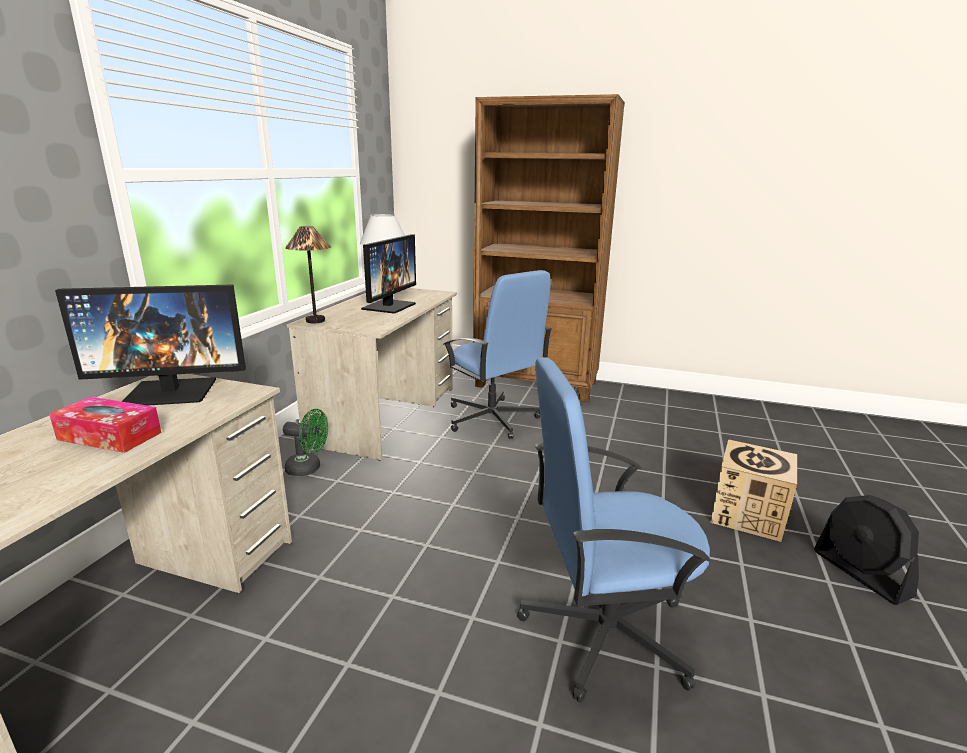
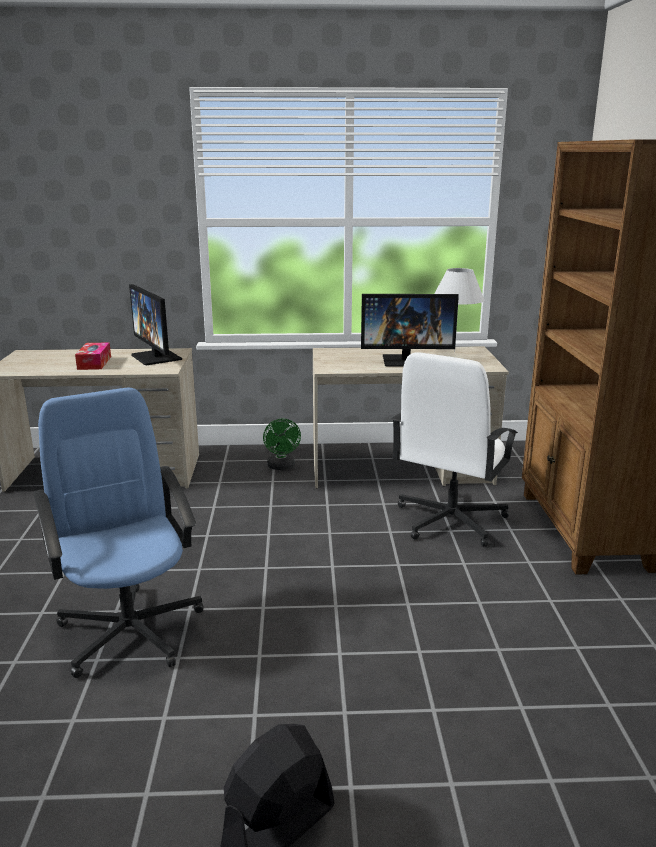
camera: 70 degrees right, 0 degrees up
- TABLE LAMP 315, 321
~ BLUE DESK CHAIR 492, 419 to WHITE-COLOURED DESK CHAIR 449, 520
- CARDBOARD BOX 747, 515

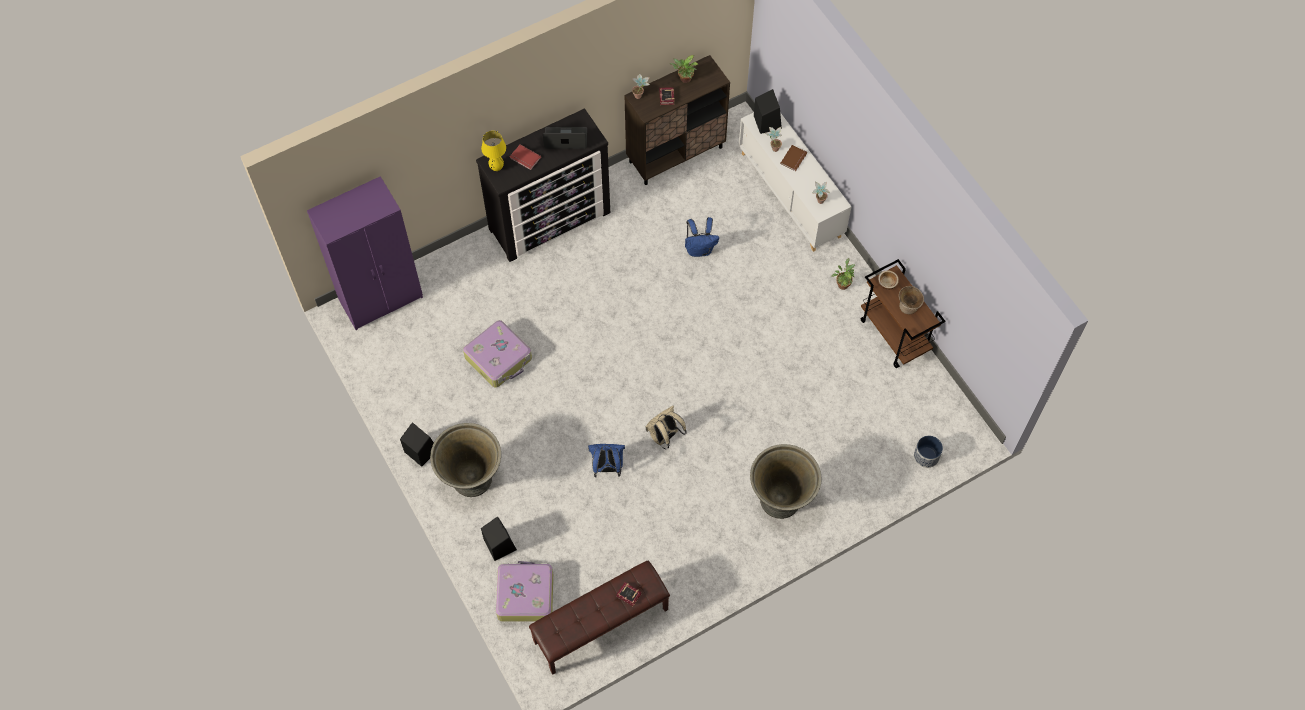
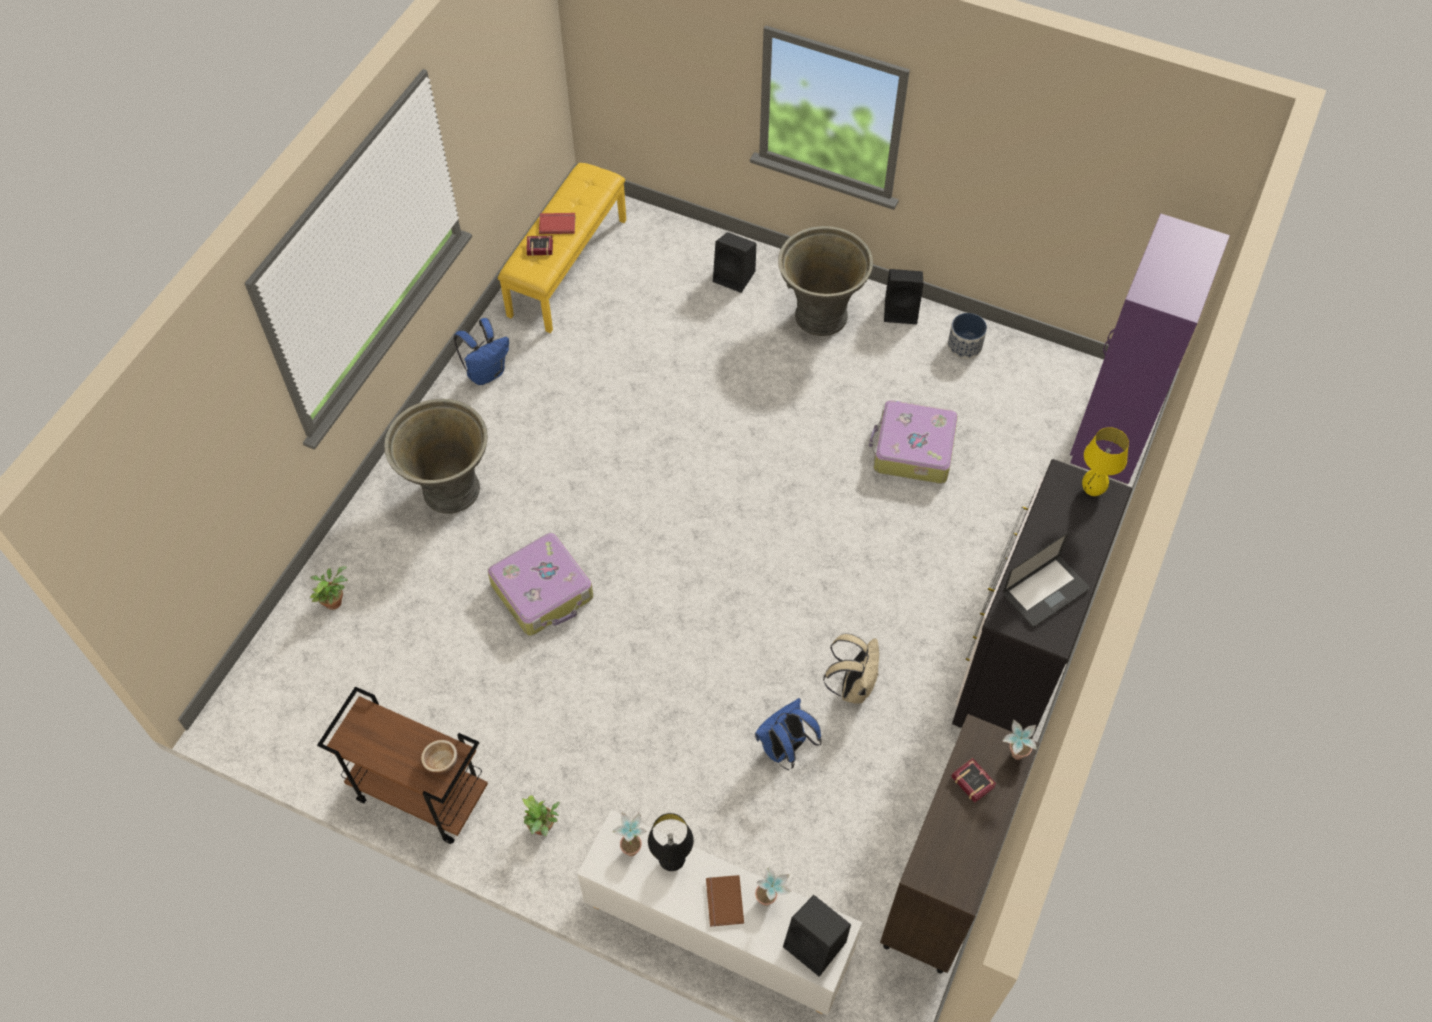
camera: 145 degrees right, 5 degrees down
~ HOUSEPLANT 684, 79 to 334, 600
~ RED-COLOURED VOLUME 525, 158 to 557, 224
- BEIGE-COLOURED SERVING BOWL 908, 306
~ BEIGE-COLOURED BACKPACK 664, 437 to 853, 686
~ PLANT POT 926, 456 to 965, 346
~ BLUE BACKPACK 607, 468 to 487, 373
~ SUITCASE 525, 595 to 543, 591
~ BROWNISH BENCH 601, 626 to YELLOW BENCH 567, 267
+ BLACK TABLE LAMP 672, 862

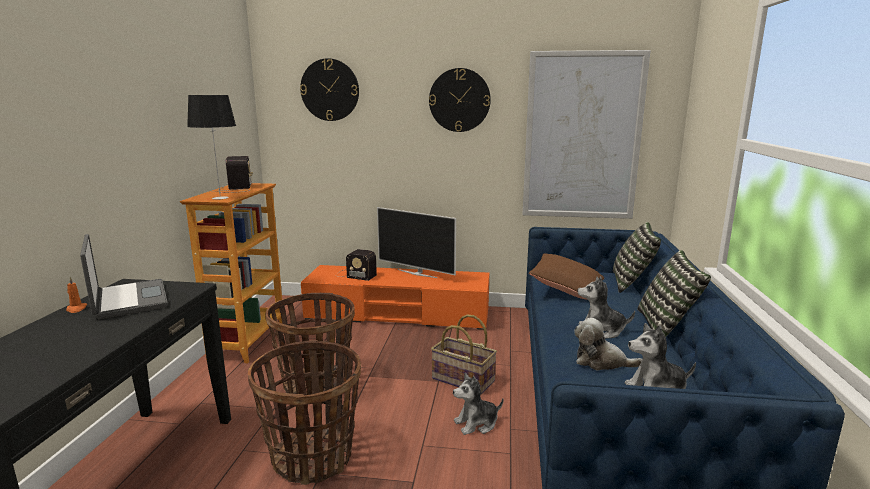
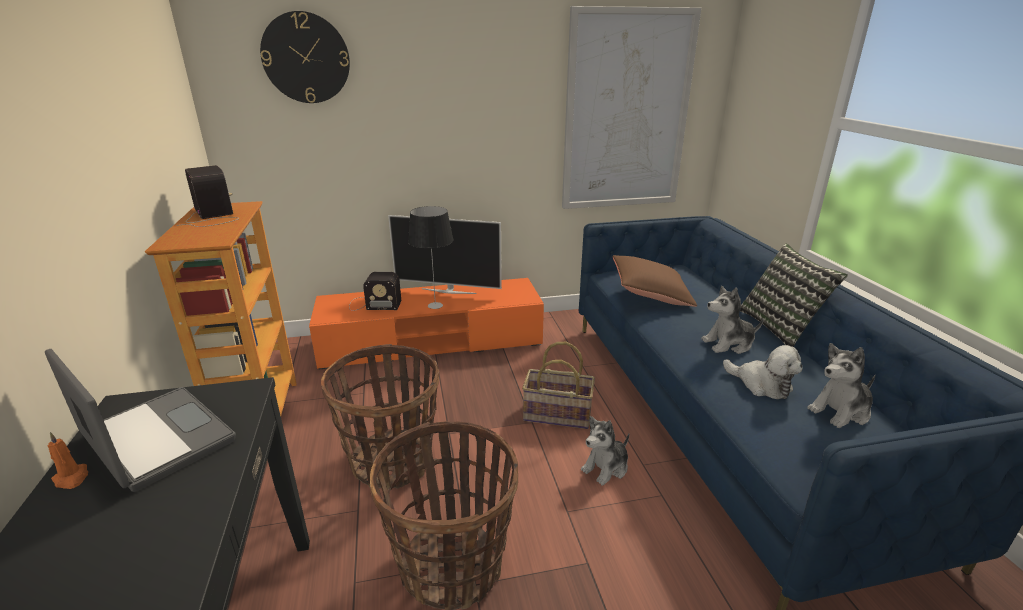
camera: 20 degrees left, 10 degrees up
- HANGING CLOCK 459, 100
~ TABLE LAMP 221, 198 to 436, 305
- PILLOW 632, 283
~ CUDDLY TOY 601, 362 = 761, 384 135 degrees counterclockwise

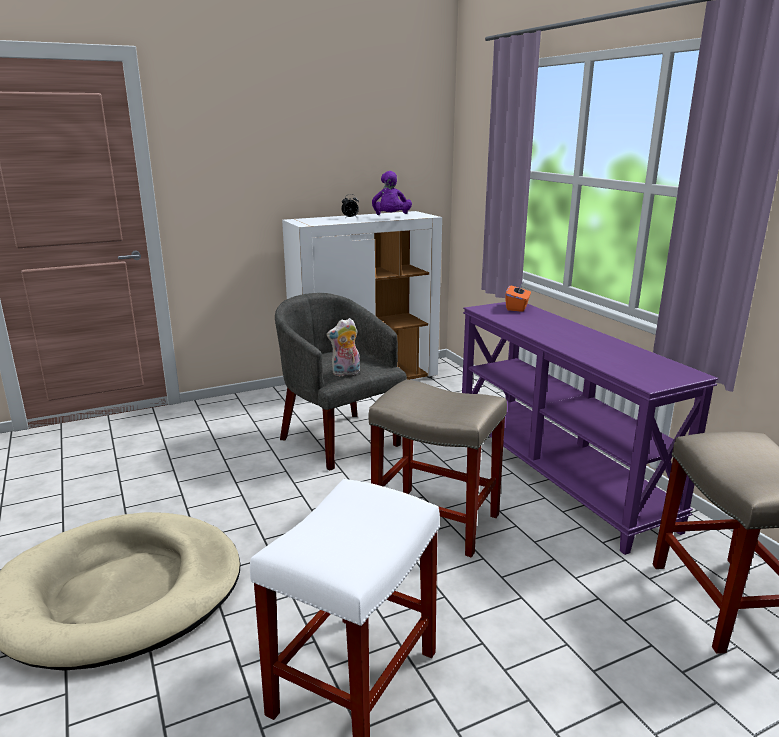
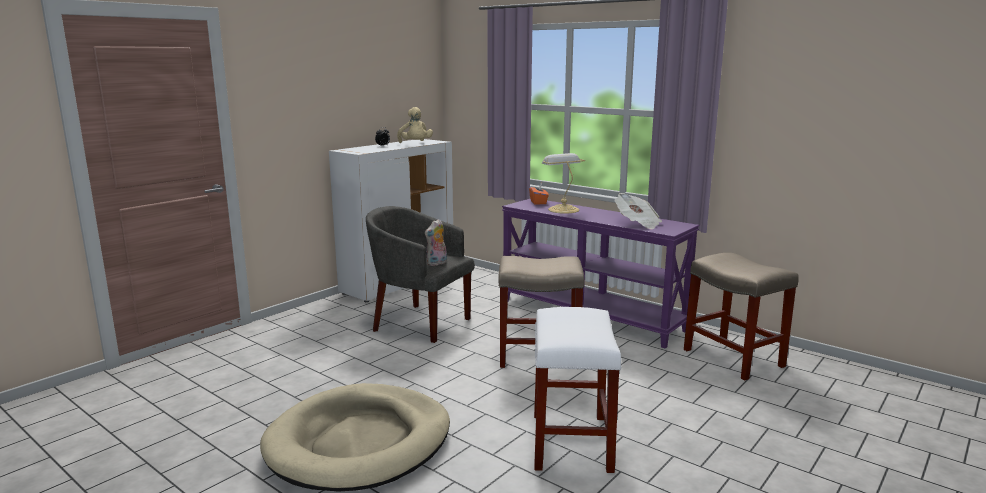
camera: 25 degrees left, 5 degrees down
~ PURPLISH CUDDLY TOY 391, 218 to BEIGE-COLOURED CUDDLY TOY 415, 144
+ TABLE LAMP 562, 209
+ DAILY PAPER 637, 223

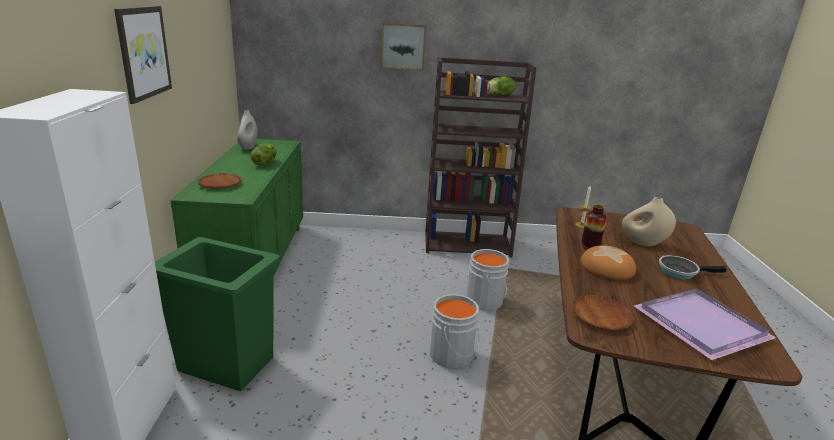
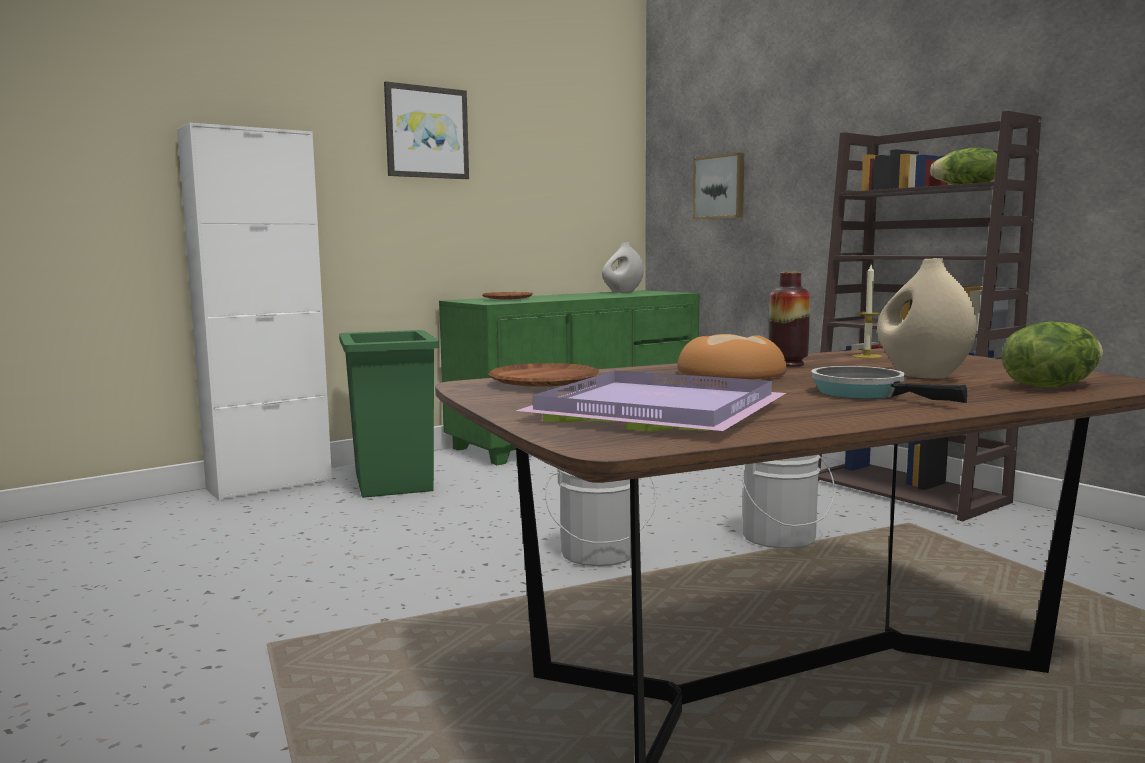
camera: 55 degrees right, 15 degrees down
~ PICTURE 403, 46 to 720, 187
~ LETTUCE HEAD 264, 163 to 1050, 386

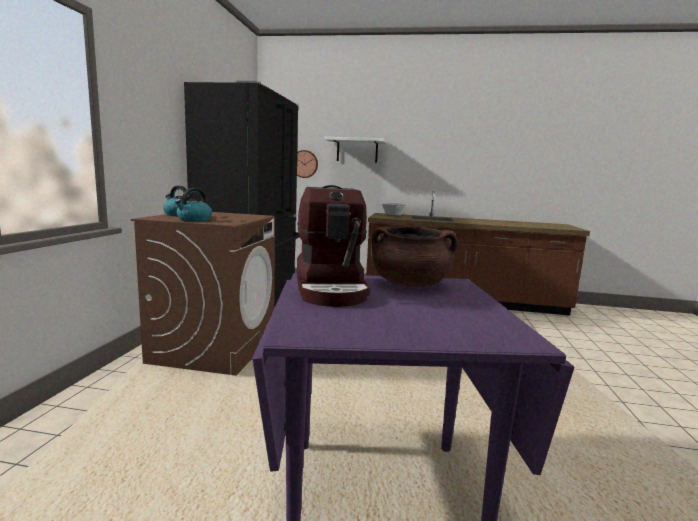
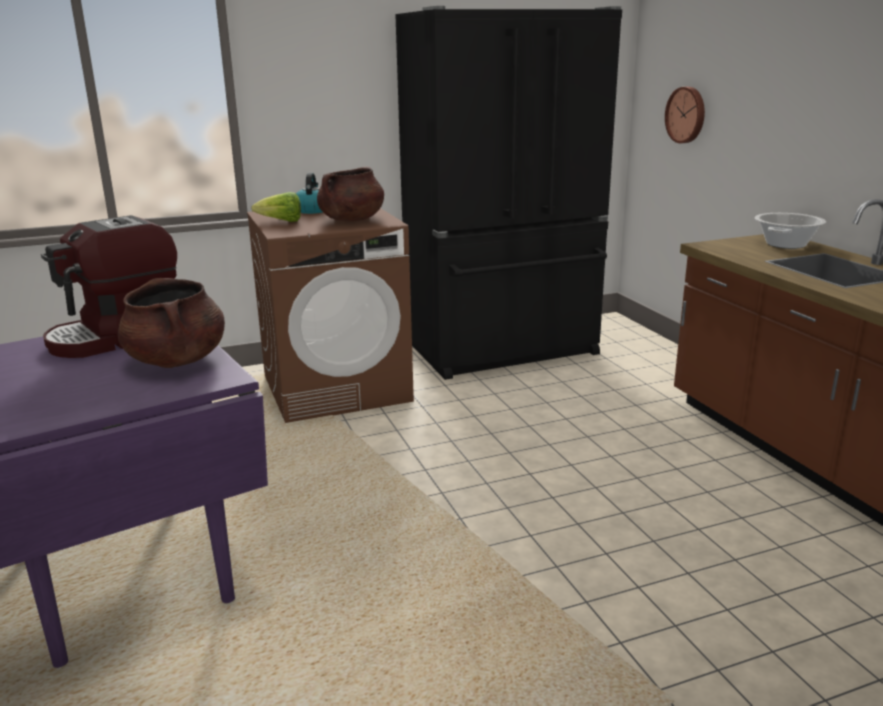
camera: 60 degrees right, 10 degrees up
- WHITE-COLOURED SHELF 357, 150
~ KETTLE 194, 220 to LETTUCE HEAD 281, 222
+ BROWNISH STOCKPOT 351, 220

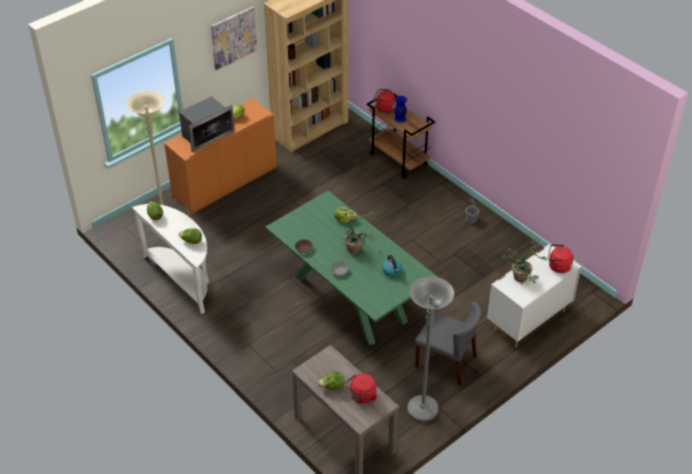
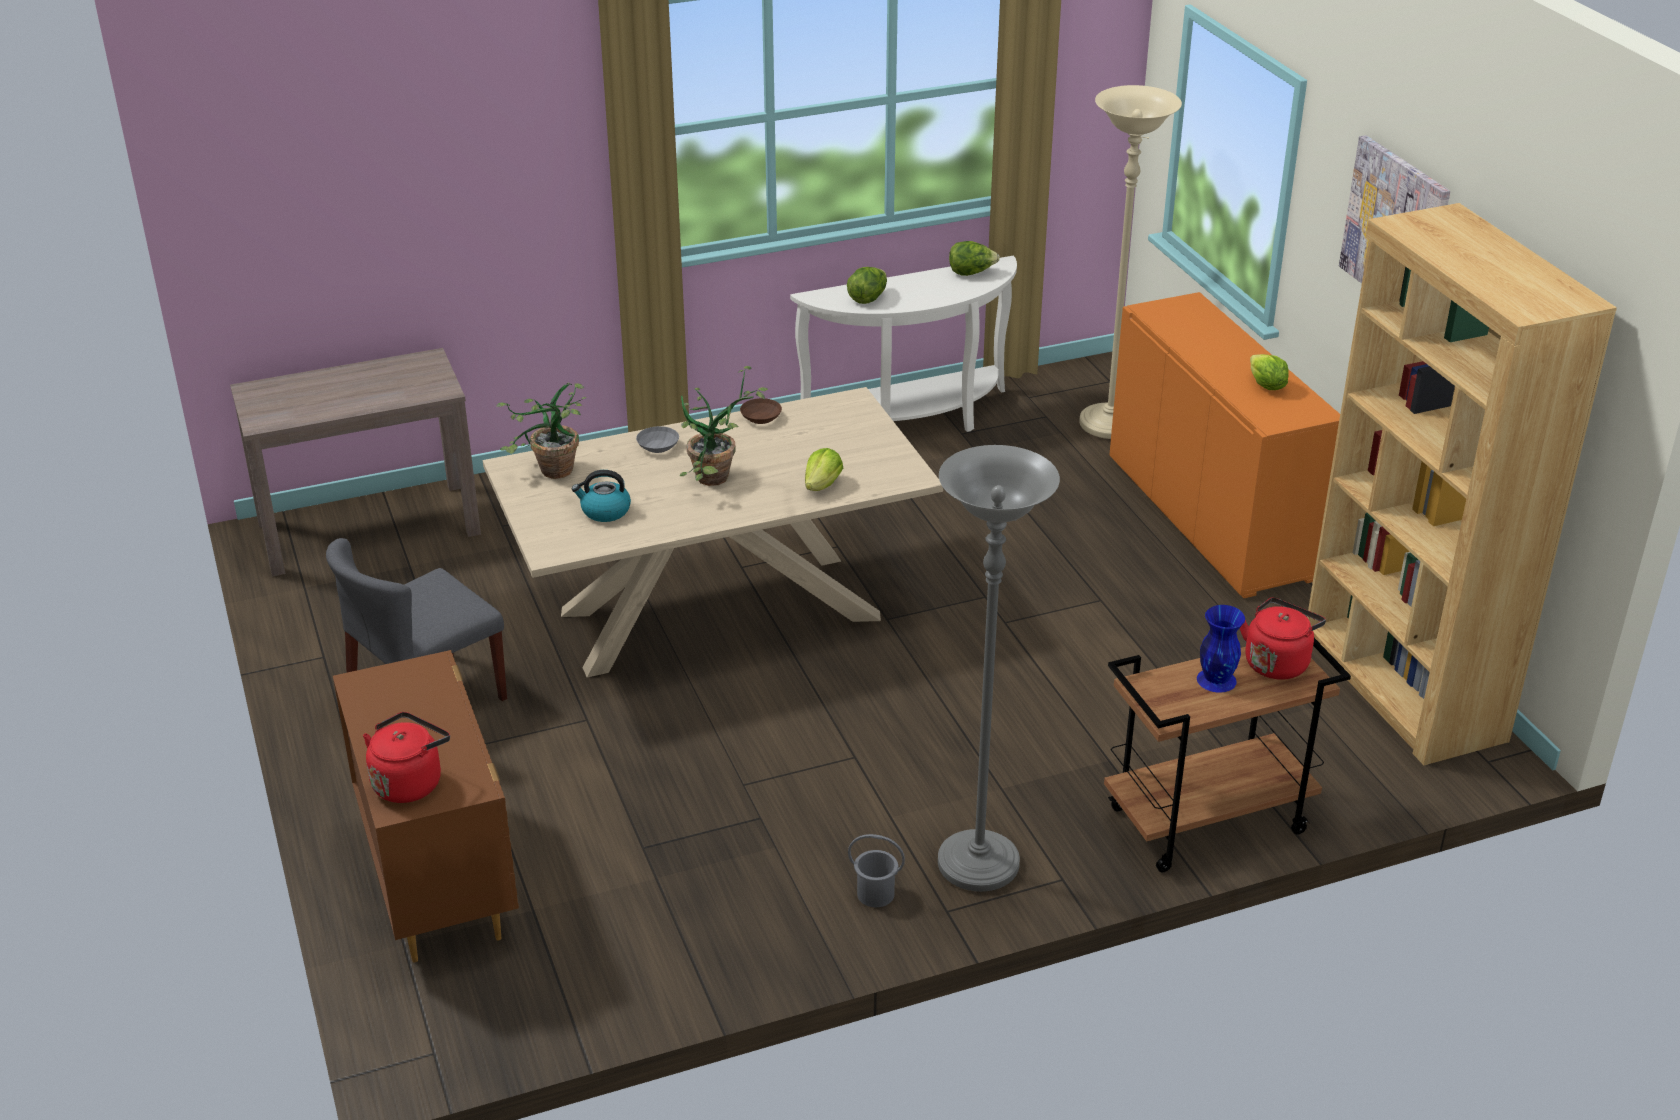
camera: 110 degrees right, 10 degrees down
- MICROWAVE OVEN 206, 134
~ GREENISH KITCHEN TABLE 350, 298 to BEIGE-COLOURED KITCHEN TABLE 717, 613
~ HOUSEPLANT 524, 278 to 551, 474
~ WHITE-COLOURED DRESSER 528, 320 to BROWNISH DRESSER 438, 878
~ GRAY STANDARD LAMP 422, 409 to 978, 865
- LETTUCE HEAD 332, 387
- RED-COLOURED KETTLE 362, 396

